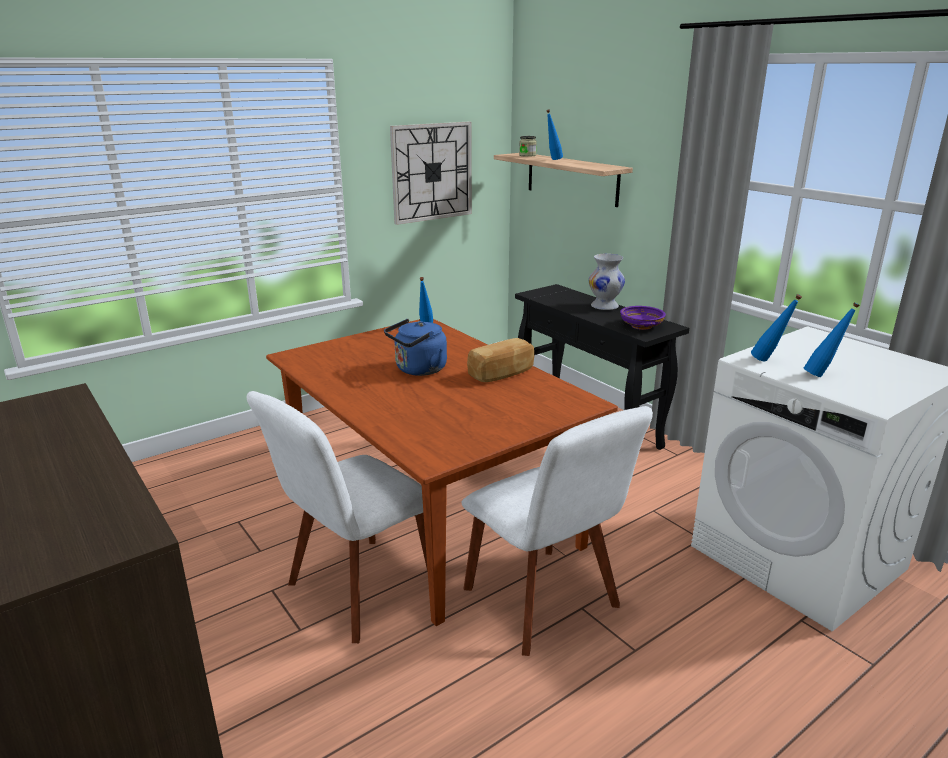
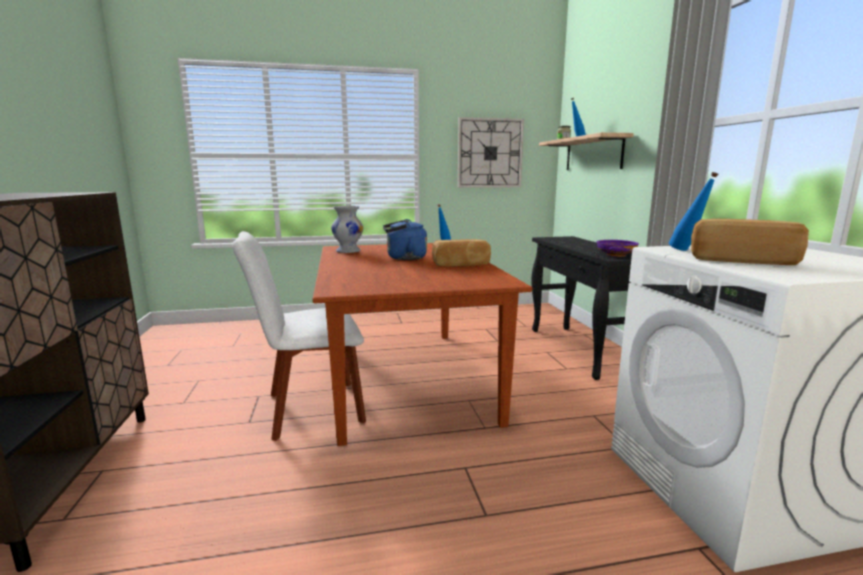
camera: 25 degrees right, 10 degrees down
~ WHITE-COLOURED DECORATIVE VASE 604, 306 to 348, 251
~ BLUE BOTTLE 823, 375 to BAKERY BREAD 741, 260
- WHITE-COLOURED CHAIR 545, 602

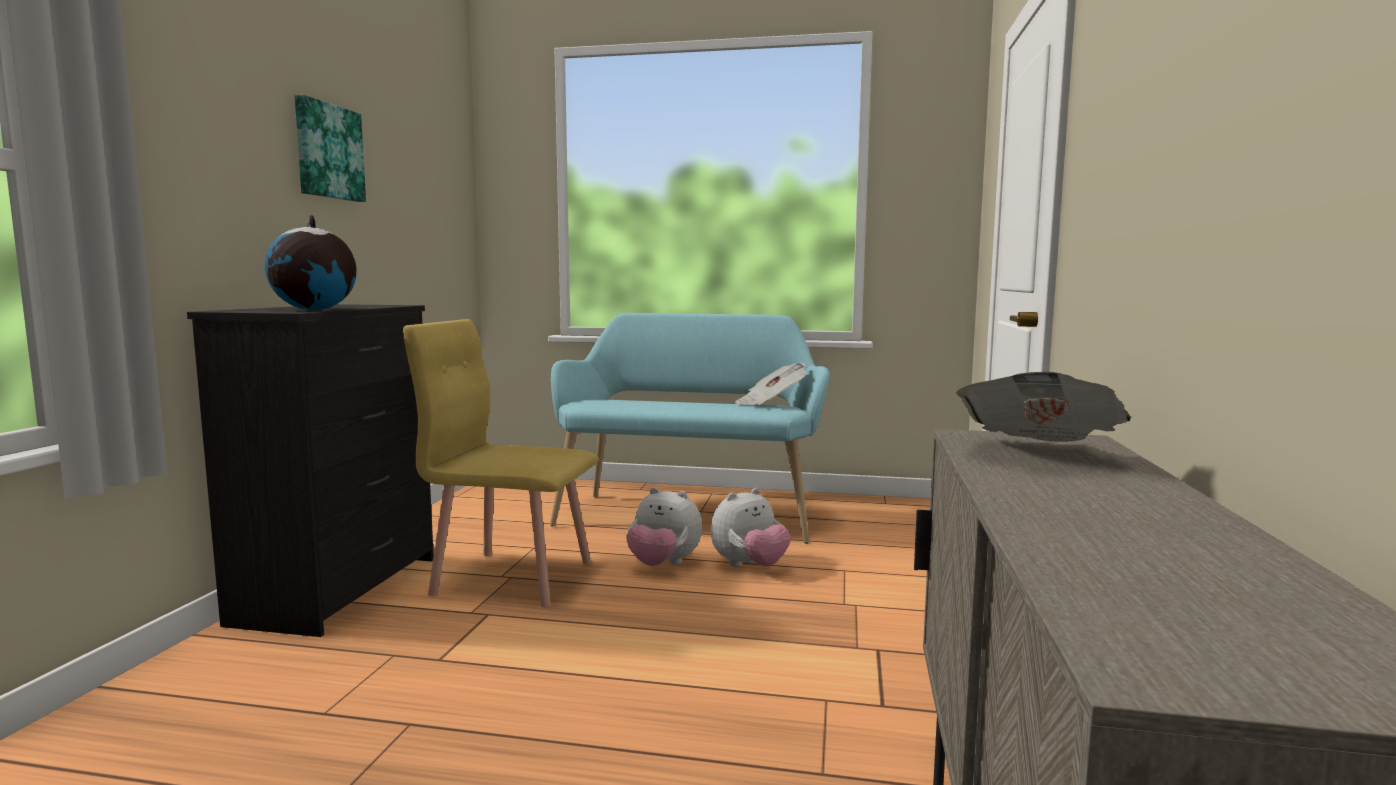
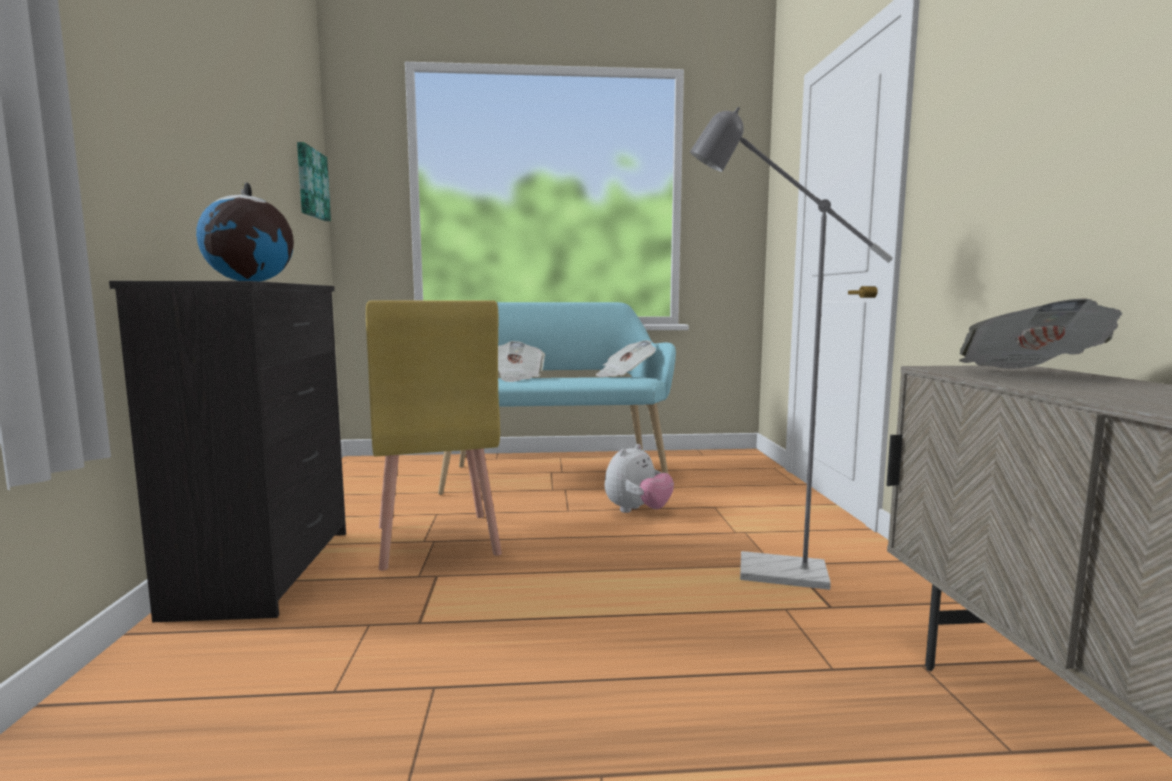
camera: 15 degrees left, 0 degrees up
~ PICTURE 328, 151 to 311, 183
~ YELLOW CHAIR 512, 577 = 435, 540 105 degrees counterclockwise
- CUDDLY TOY 663, 565
+ GRAY STANDARD LAMP 764, 571
+ DAILY PAPER 516, 378

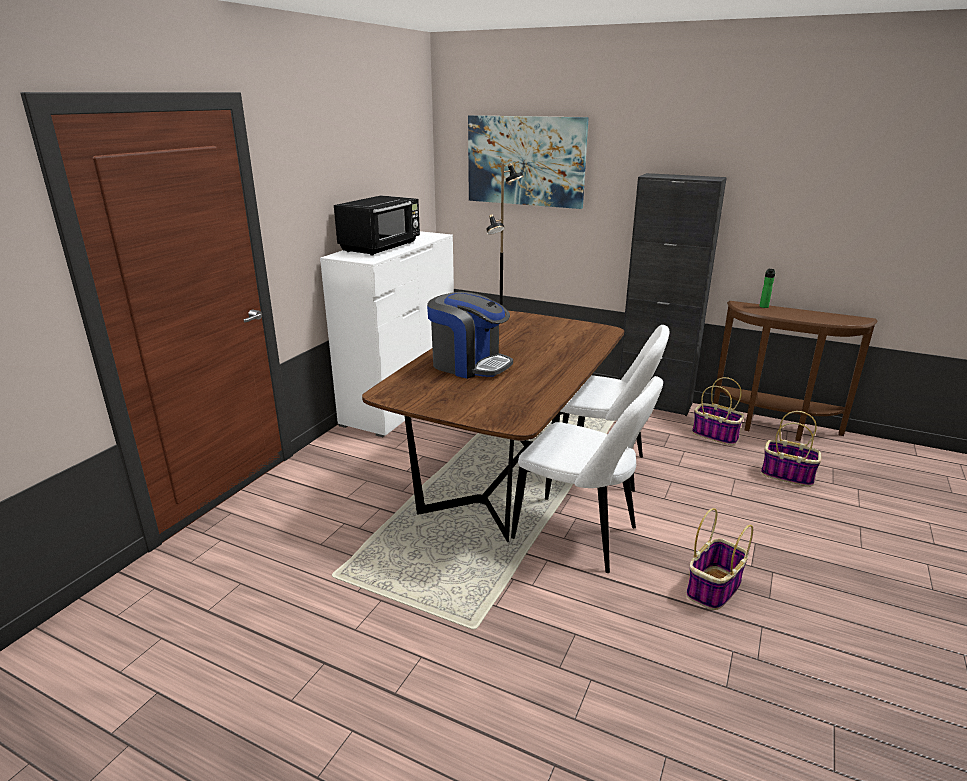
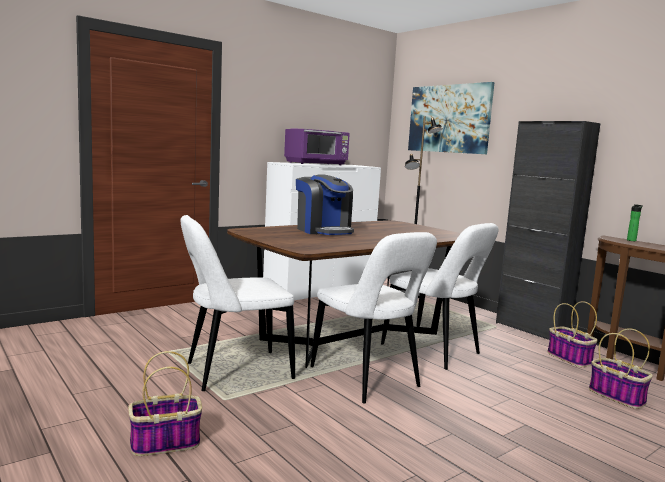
camera: 25 degrees right, 15 degrees down
~ BLACK MICROWAVE OVEN 381, 247 to PURPLISH MICROWAVE OVEN 316, 164
~ BASKET 713, 589 to 164, 443
+ WHITE-COLOURED CHAIR 234, 372

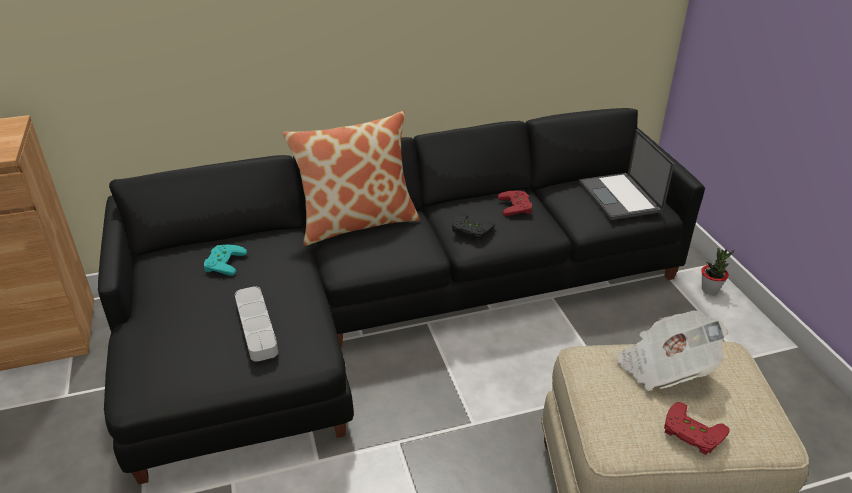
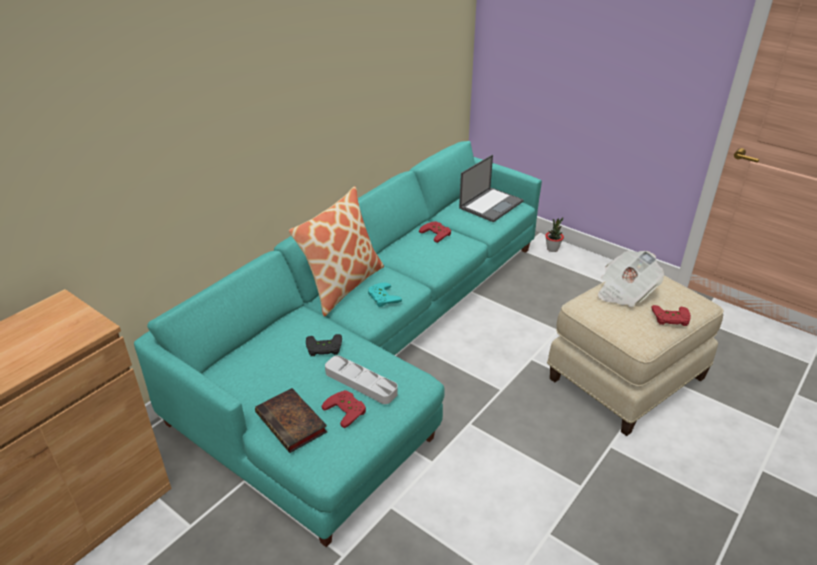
camera: 35 degrees left, 0 degrees up
~ BLACK SOFA 386, 308 to TURQUOISE SOFA 372, 346
~ NOTEBOOK COMPUTER 620, 197 = 491, 204 90 degrees counterclockwise
~ BLACK GAMEPAD 470, 230 to 324, 348
~ TURQUOISE GAMEPAD 222, 262 to 381, 297
+ VOLUME 293, 424
+ RED-COLOURED GAMEPAD 347, 409

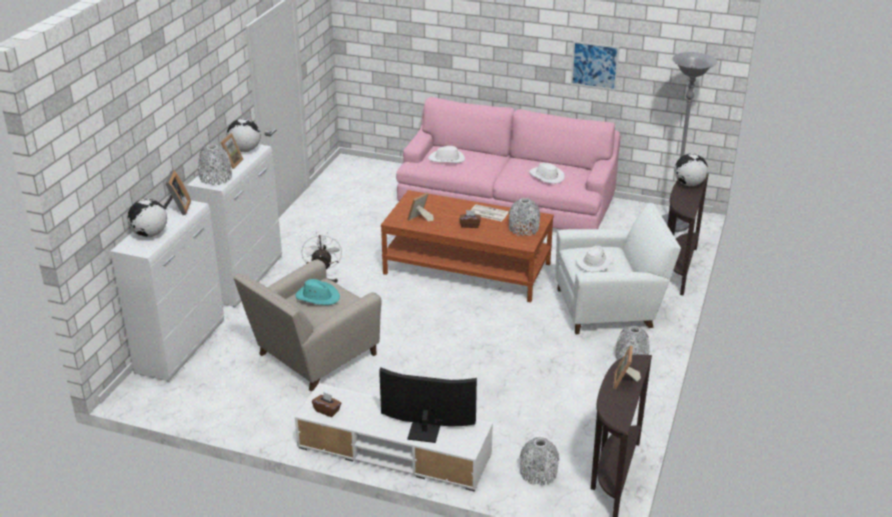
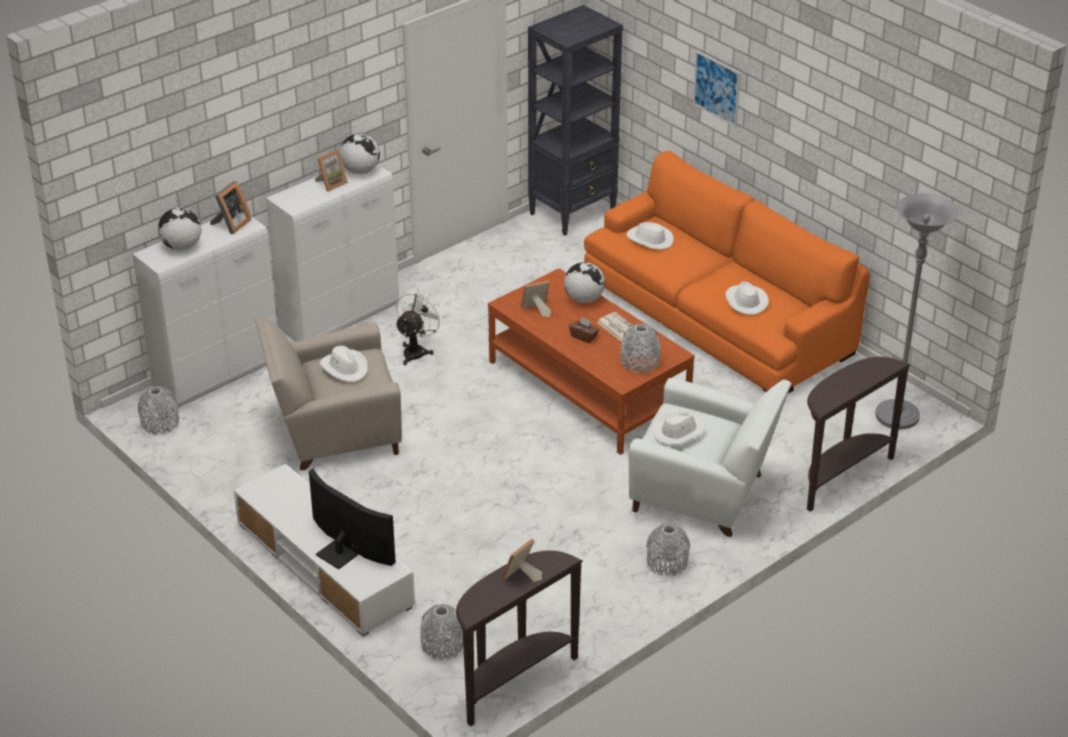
camera: 30 degrees right, 5 degrees up
~ PICTURE 594, 65 to 716, 88
~ PINK SOFA 506, 202 to ORANGE SOFA 717, 316
~ GRAY DECORATIVE VASE 216, 178 to 160, 423
~ WORLD GLOBE 689, 184 to 584, 299
~ TURQUOISE CLOTHING HAT 317, 296 to WHITE-COLOURED CLOTHING HAT 345, 367
- BROWNISH TISSUE HOLDER 327, 410
+ BLACK SHELVING UNIT 573, 212

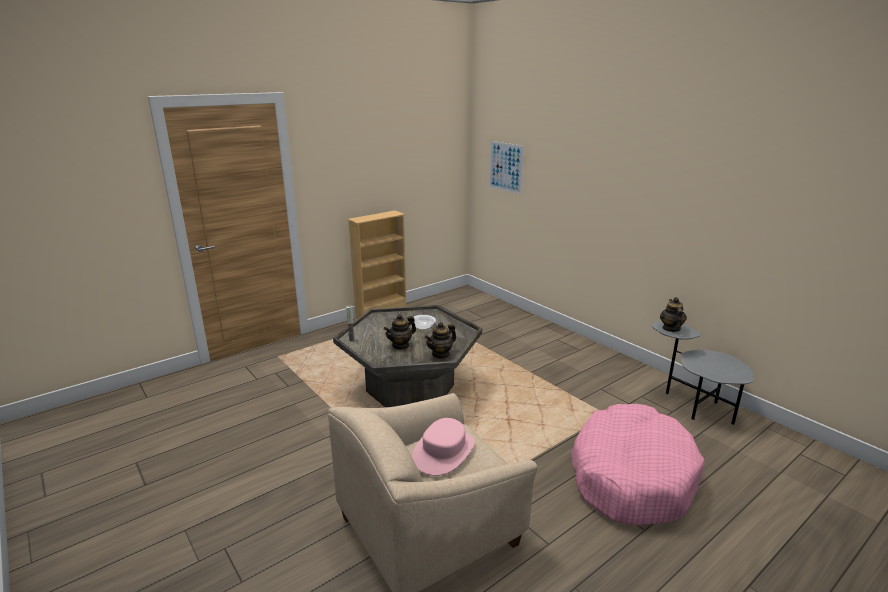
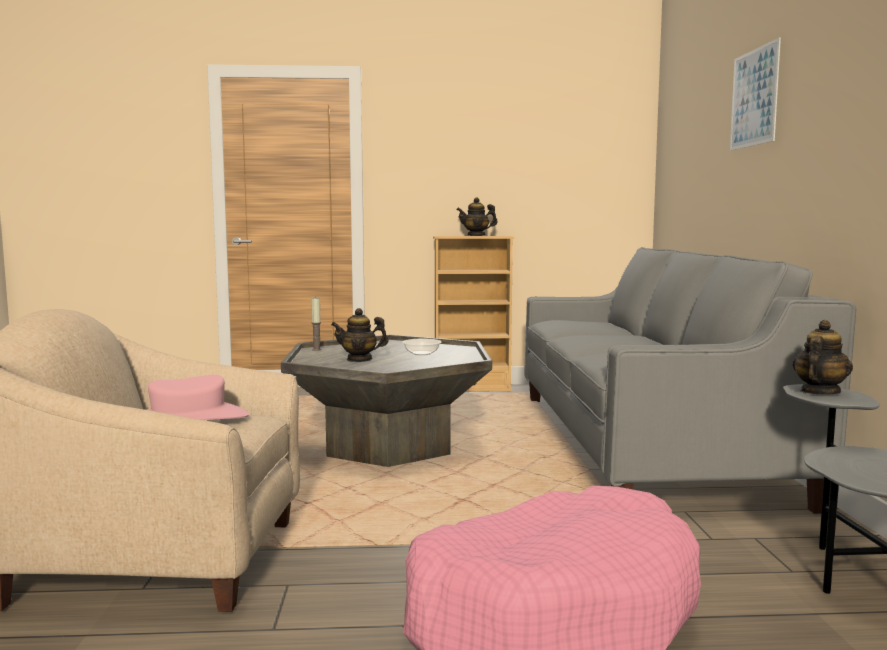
camera: 35 degrees right, 15 degrees down
~ PICTURE 505, 167 to 754, 98
~ POT FOR TEA 441, 354 to 476, 235
+ GRAY SOFA 642, 443

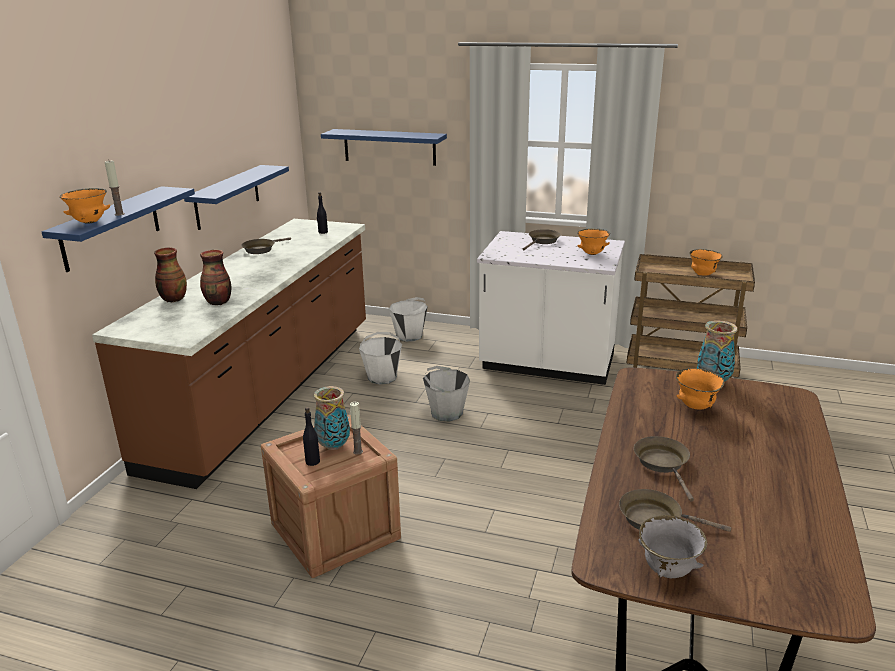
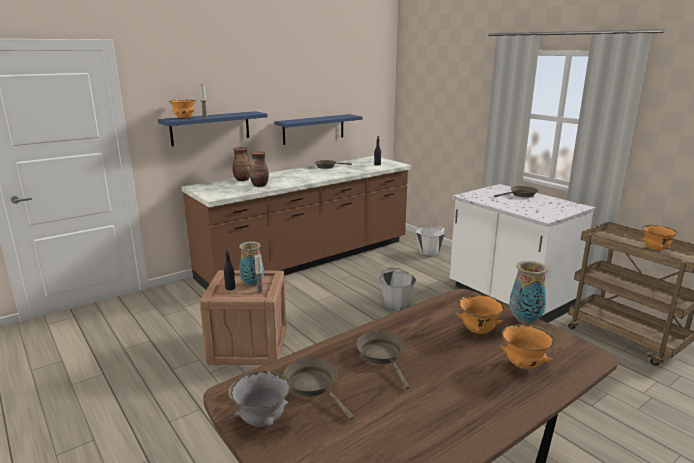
camera: 35 degrees right, 5 degrees down
- BLUE SHELF 389, 147
~ ORANGE SERVING BOWL 592, 254 to 524, 366
- WHITE-COLOURED BUCKET 382, 377
~ BROWNISH FRYING PAN 663, 464 = 383, 356 45 degrees counterclockwise

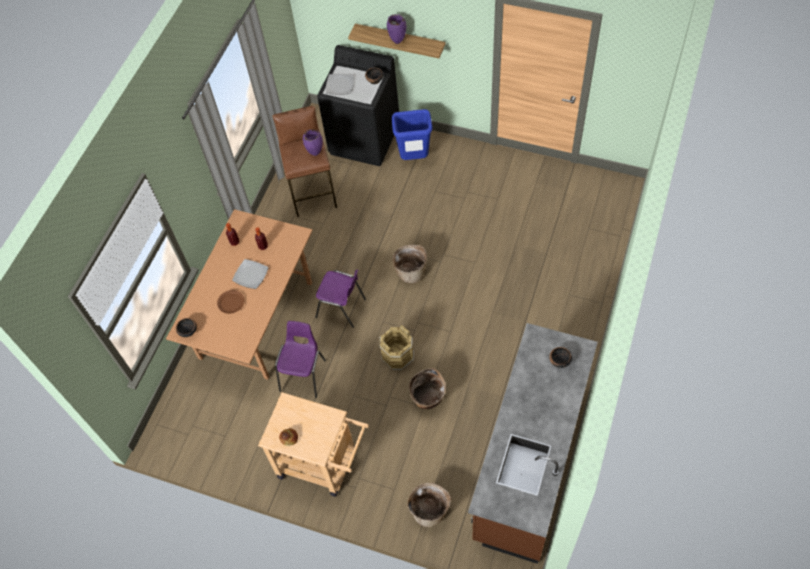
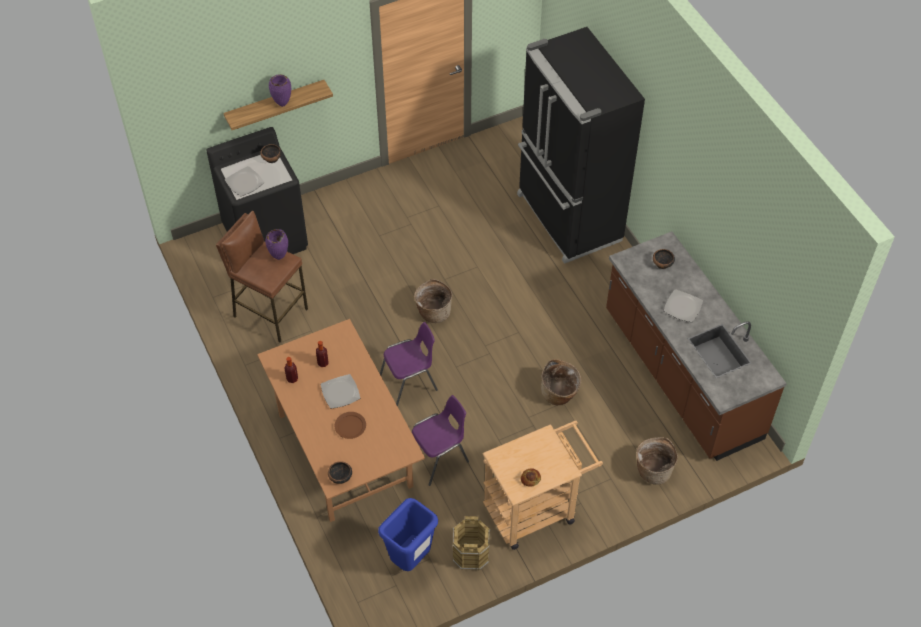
camera: 50 degrees left, 5 degrees down
~ BLUE TRASH CAN 414, 158 to 410, 559
~ PURPLISH CHAIR 304, 374 = 439, 458 90 degrees clockwise
~ BROWNISH BUCKET 397, 356 to 470, 554
+ BLACK FRIDGE 567, 218
+ PLATE 683, 307

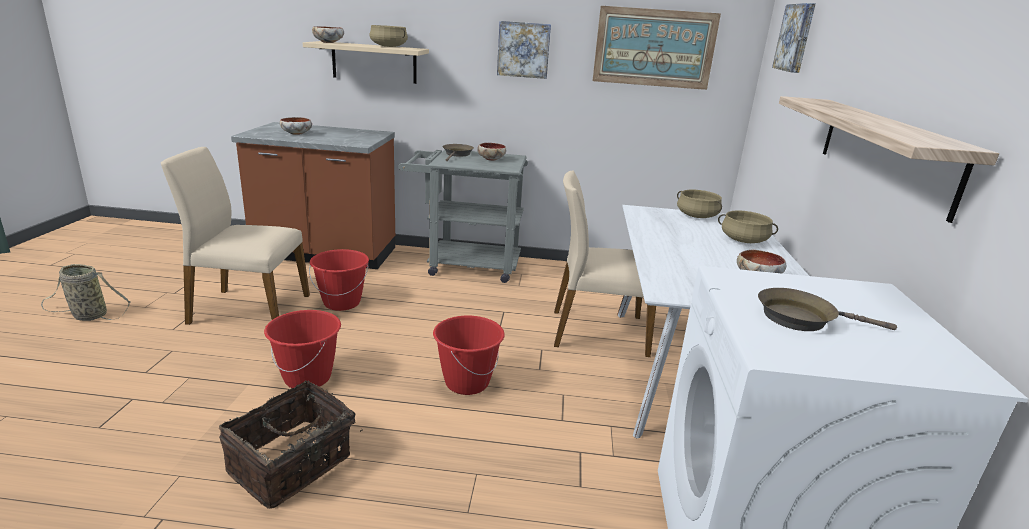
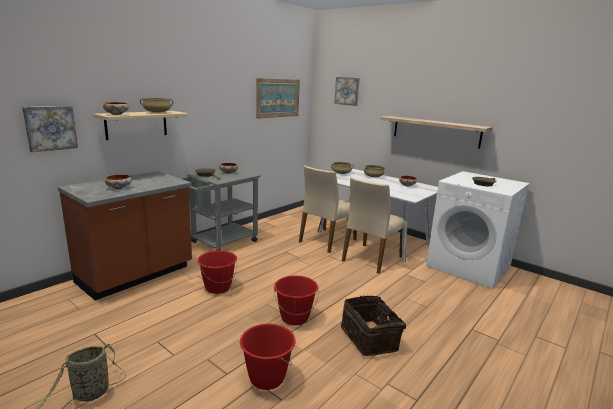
camera: 55 degrees left, 5 degrees down
~ PICTURE 523, 49 to 50, 128
~ BEIGE-COLOURED CHAIR 248, 309 to 371, 258
~ RED-COLOURED BUCKET 466, 382 to 266, 378

